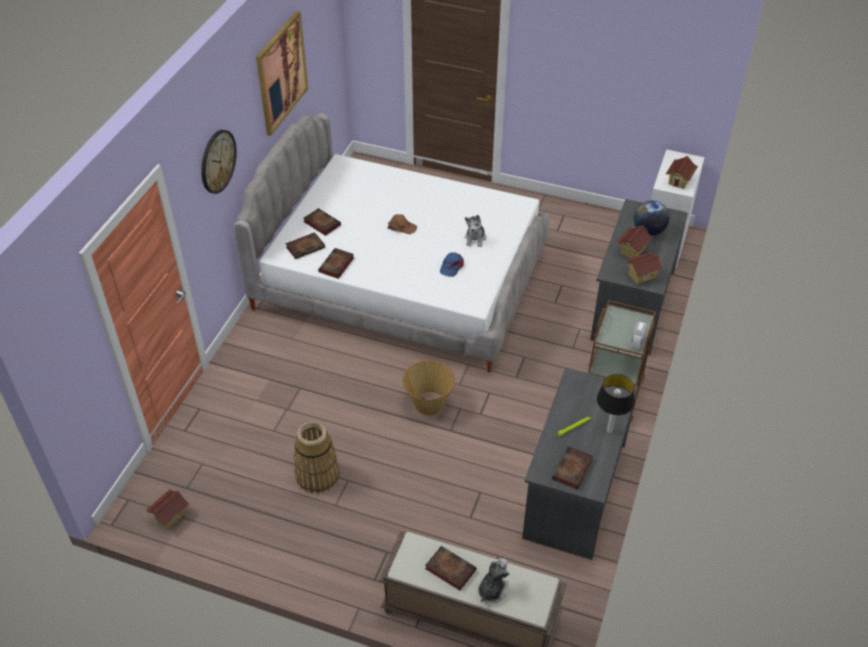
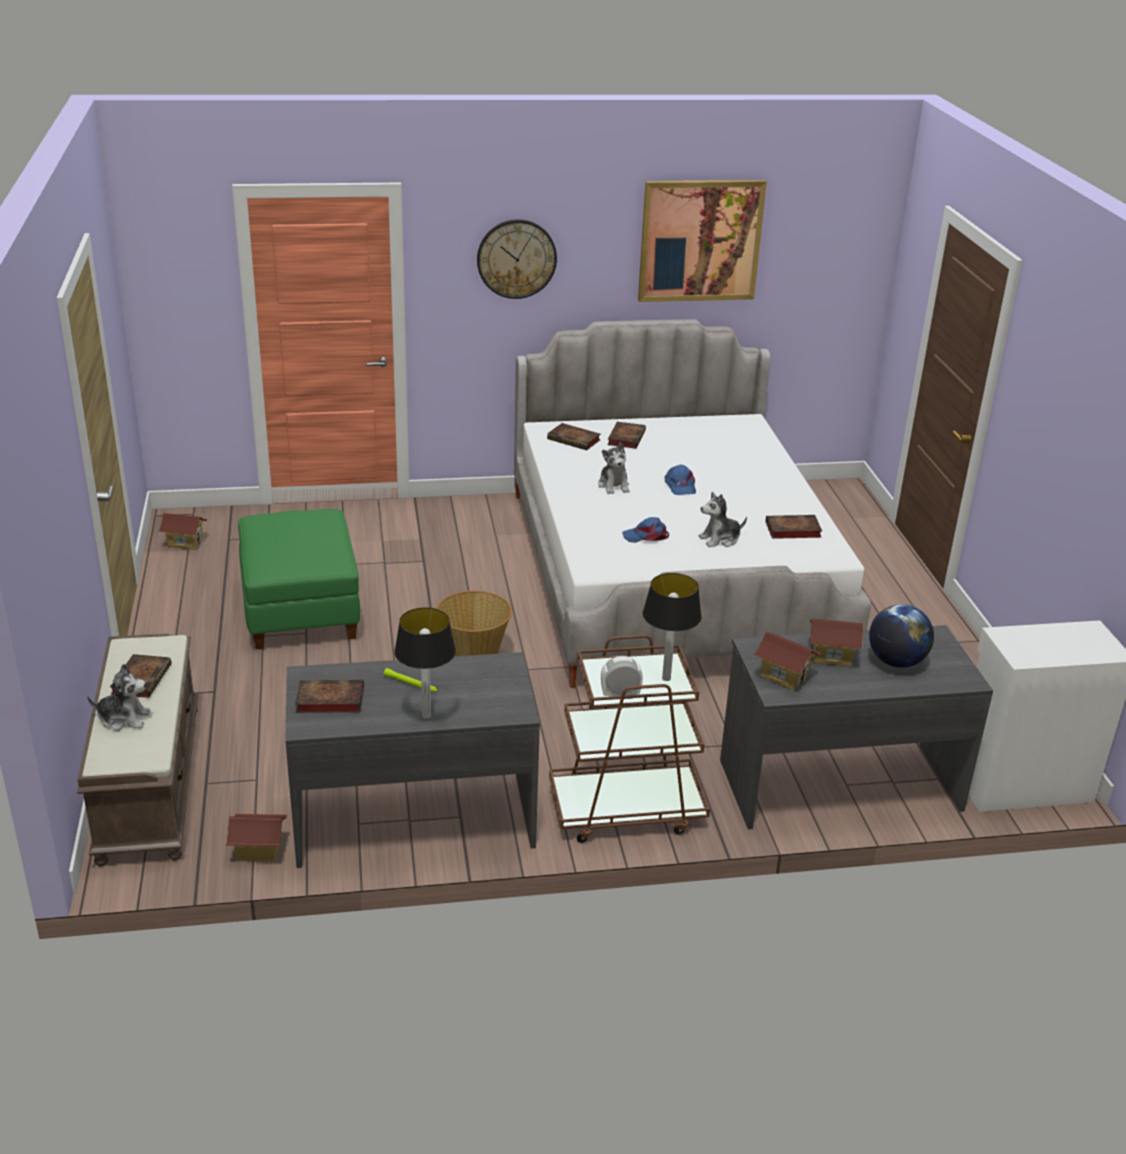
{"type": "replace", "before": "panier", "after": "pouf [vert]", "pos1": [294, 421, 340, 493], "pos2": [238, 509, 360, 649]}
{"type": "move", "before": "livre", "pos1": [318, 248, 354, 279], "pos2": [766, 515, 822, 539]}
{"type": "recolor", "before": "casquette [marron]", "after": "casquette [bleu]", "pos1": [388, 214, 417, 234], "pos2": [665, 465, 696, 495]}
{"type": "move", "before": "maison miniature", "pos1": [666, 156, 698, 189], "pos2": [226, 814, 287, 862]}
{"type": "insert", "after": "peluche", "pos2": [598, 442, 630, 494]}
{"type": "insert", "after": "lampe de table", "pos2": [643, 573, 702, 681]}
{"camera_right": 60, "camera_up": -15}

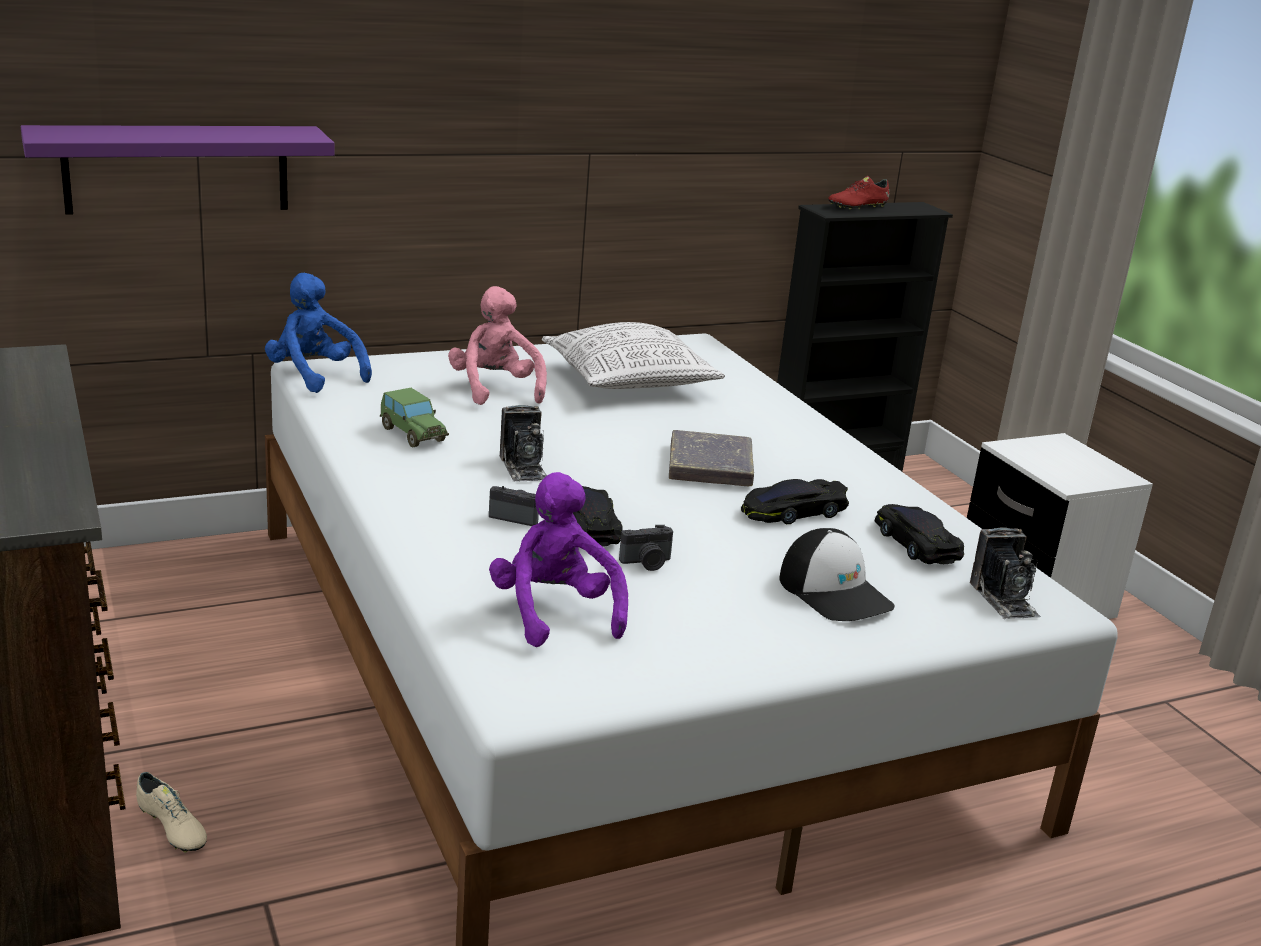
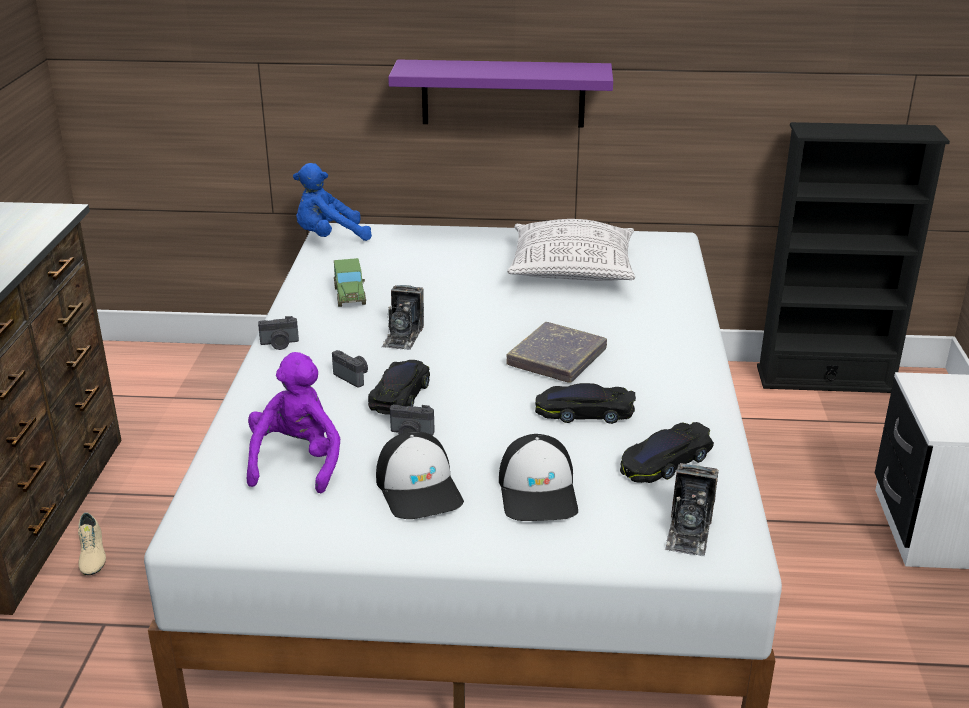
{"type": "move", "before": "étagère [violet]", "pos1": [21, 125, 335, 215], "pos2": [388, 60, 613, 128]}
{"type": "rotate", "before": "peluche [bleu]", "pos1": [265, 273, 372, 393], "pos2": [293, 163, 372, 241], "turn": -90}
{"type": "delete", "before": "peluche [rose]", "pos1": [448, 286, 547, 405]}
{"type": "delete", "before": "chaussure [rouge]", "pos1": [828, 176, 889, 210]}
{"type": "rotate", "before": "petite voiture [noir]", "pos1": [875, 504, 964, 564], "pos2": [620, 422, 714, 483], "turn": -135}
{"type": "insert", "after": "appareil photo", "pos2": [258, 316, 299, 350]}
{"type": "insert", "after": "casquette", "pos2": [376, 431, 464, 519]}
{"camera_right": 30, "camera_up": 5}

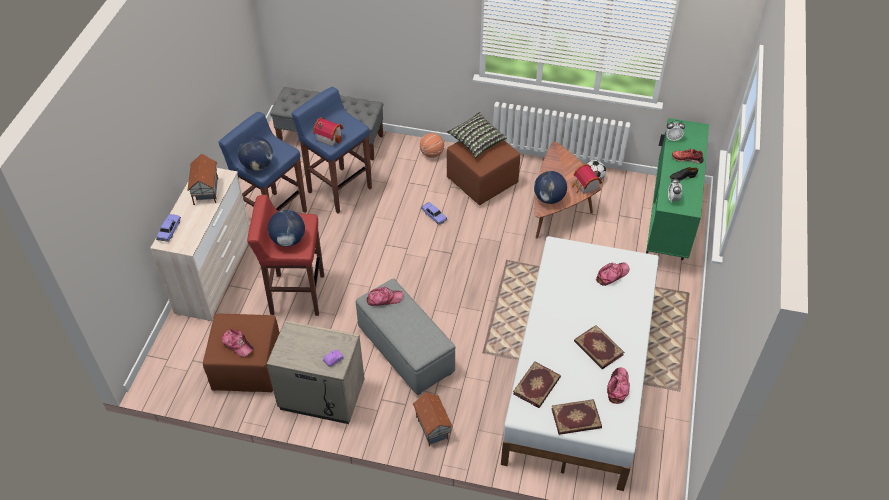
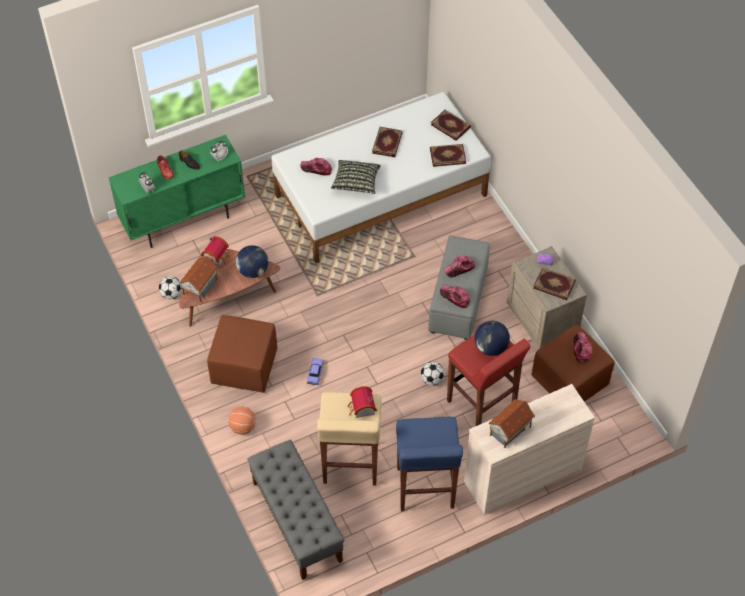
{"type": "delete", "before": "petite voiture", "pos1": [156, 214, 181, 242]}
{"type": "delete", "before": "globe", "pos1": [238, 136, 273, 171]}
{"type": "recolor", "before": "tabouret [bleu]", "after": "tabouret [beige]", "pos1": [292, 87, 372, 213], "pos2": [317, 392, 381, 486]}
{"type": "move", "before": "maison miniature", "pos1": [413, 392, 453, 446], "pos2": [179, 256, 218, 302]}
{"type": "move", "before": "coussin", "pos1": [447, 112, 507, 158], "pos2": [331, 160, 381, 194]}
{"type": "move", "before": "casquette", "pos1": [607, 367, 630, 404], "pos2": [443, 256, 475, 277]}
{"type": "insert", "after": "ballon de foot", "pos2": [421, 361, 445, 386]}
{"type": "insert", "after": "livre", "pos2": [533, 268, 576, 300]}
{"camera_right": -130, "camera_up": 5}

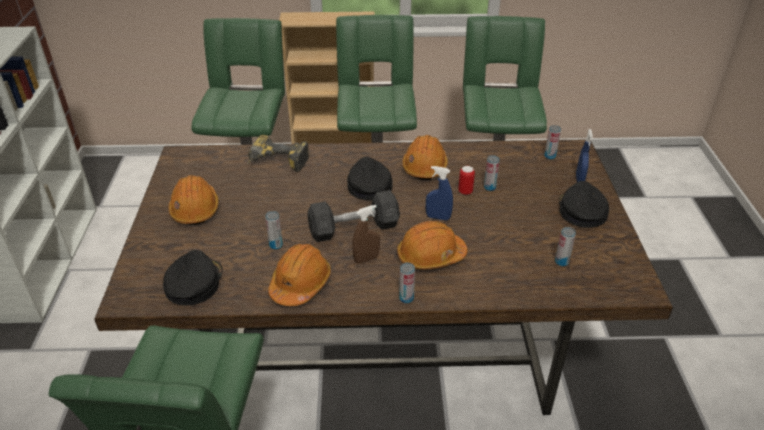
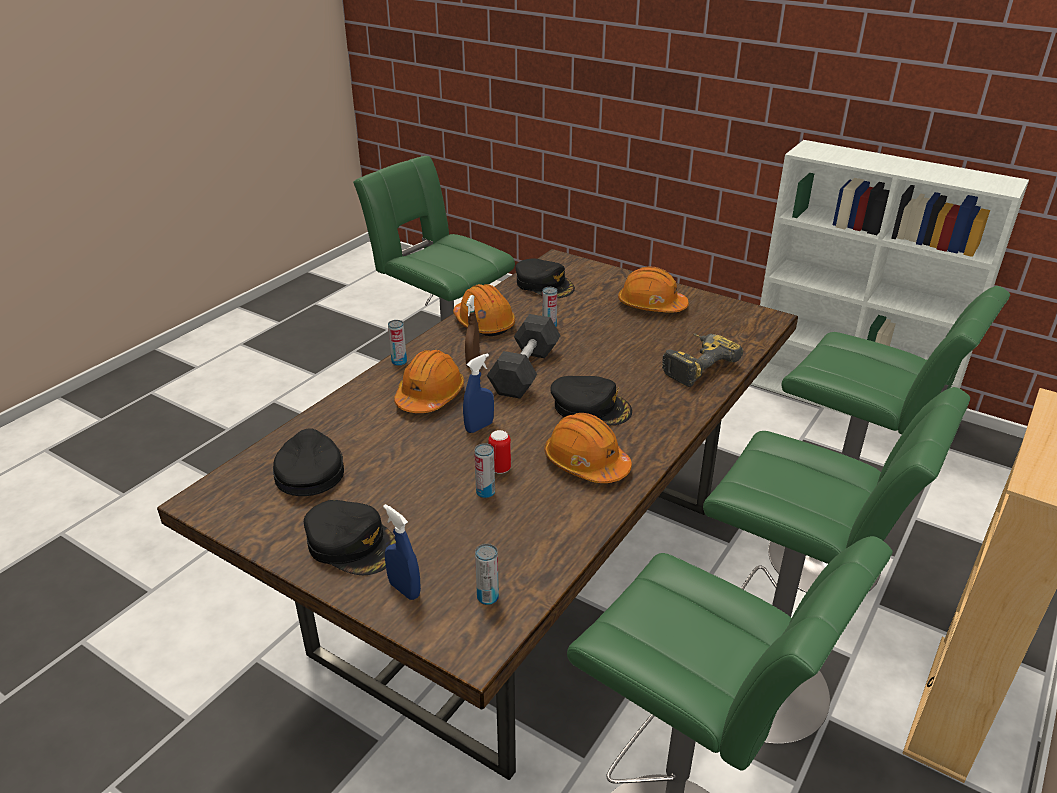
{"type": "replace", "before": "boîte métallique", "after": "casquette [noir]", "pos1": [555, 227, 576, 266], "pos2": [273, 428, 344, 496]}
{"camera_right": 125, "camera_up": -5}

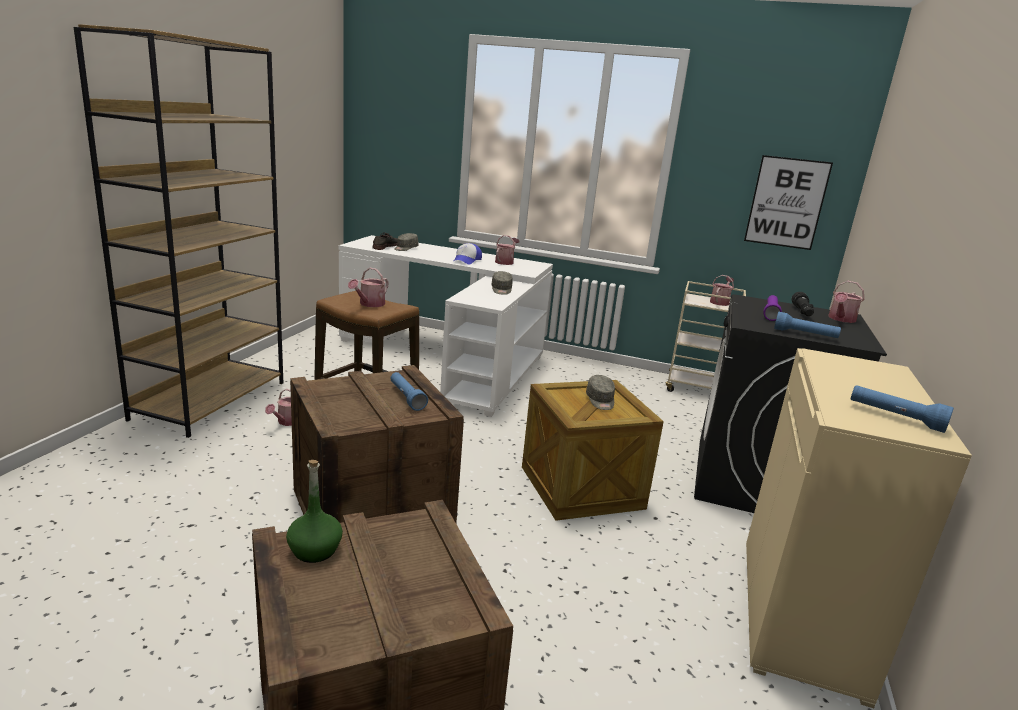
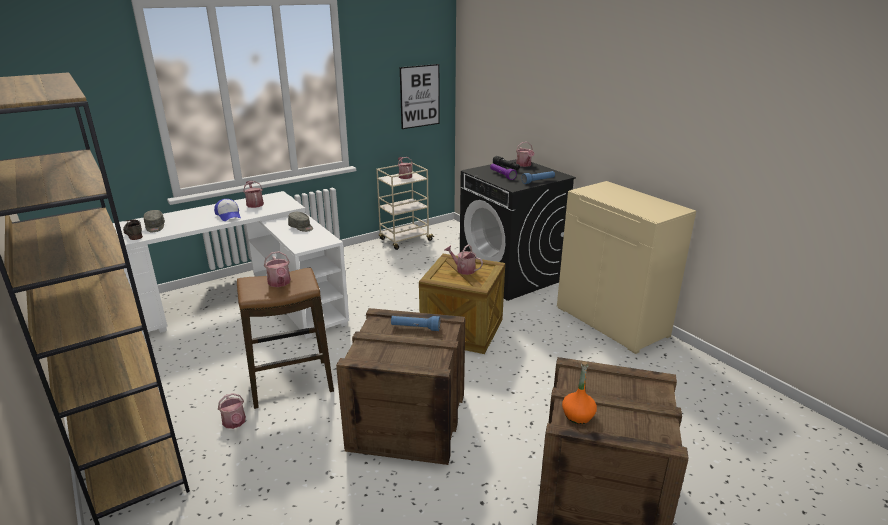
{"type": "recolor", "before": "bouteille [vert]", "after": "bouteille [orange]", "pos1": [286, 460, 343, 563], "pos2": [562, 362, 597, 424]}
{"type": "replace", "before": "casquette [gris]", "after": "arrosoir", "pos1": [586, 375, 615, 410], "pos2": [445, 245, 483, 275]}
{"type": "delete", "before": "lampe de poche [bleu]", "pos1": [851, 385, 954, 433]}
{"camera_right": -50, "camera_up": 5}

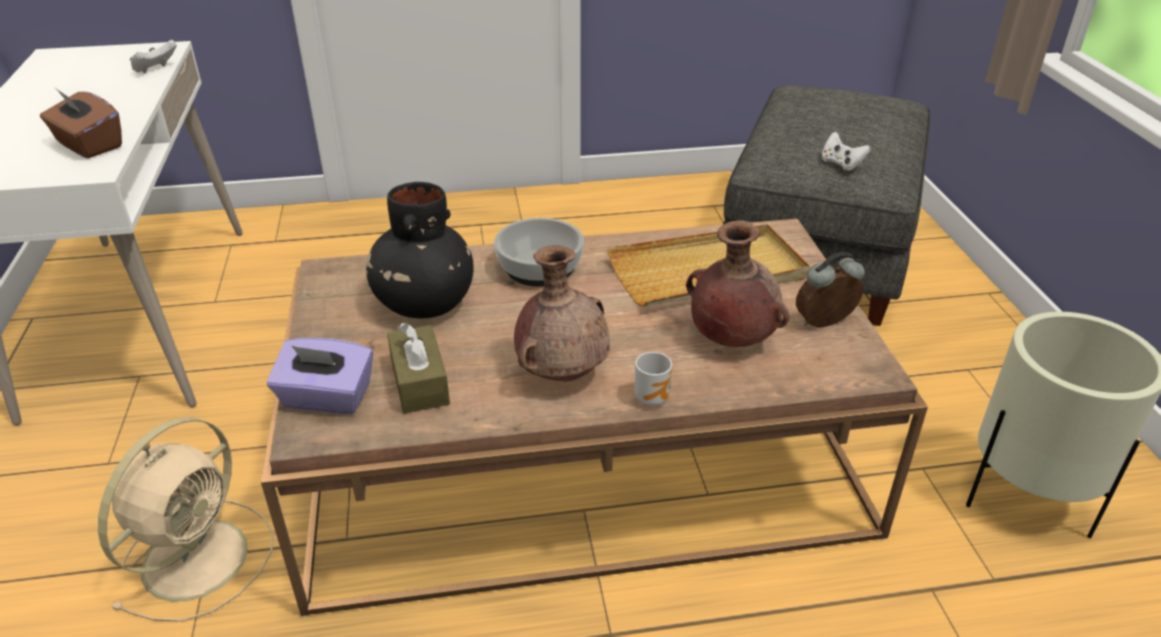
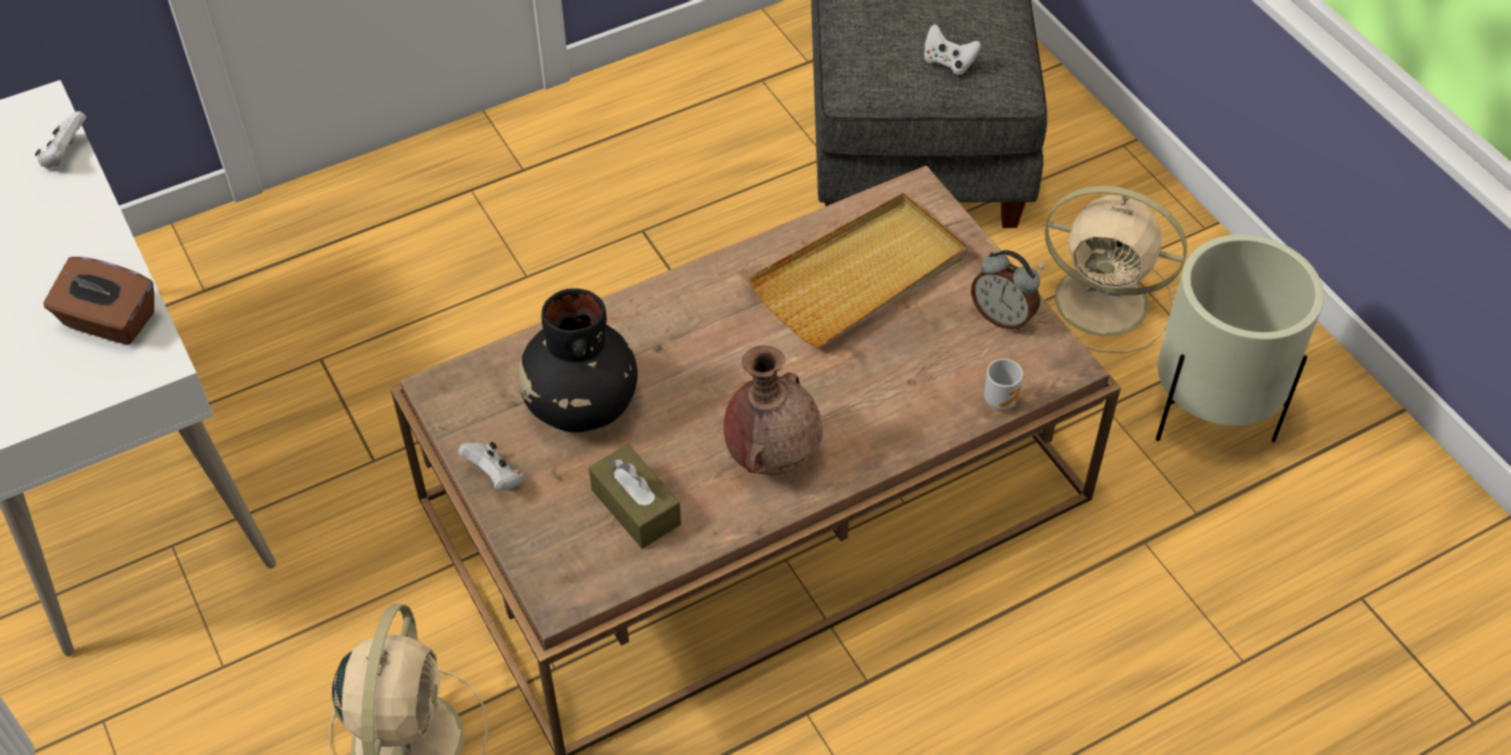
{"type": "delete", "before": "boîte à mouchoirs [violet]", "pos1": [267, 338, 373, 414]}
{"type": "delete", "before": "bol", "pos1": [494, 218, 584, 287]}
{"type": "move", "before": "mug", "pos1": [635, 352, 672, 406], "pos2": [984, 359, 1023, 410]}
{"type": "delete", "before": "vase [marron]", "pos1": [686, 221, 790, 347]}
{"type": "rotate", "before": "réveil", "pos1": [796, 252, 865, 327], "pos2": [971, 250, 1040, 331], "turn": -105}
{"type": "insert", "after": "manette [blanc]", "pos2": [458, 442, 524, 490]}
{"type": "insert", "after": "ventilateur [beige]", "pos2": [1038, 186, 1187, 353]}
{"camera_right": -20, "camera_up": 15}

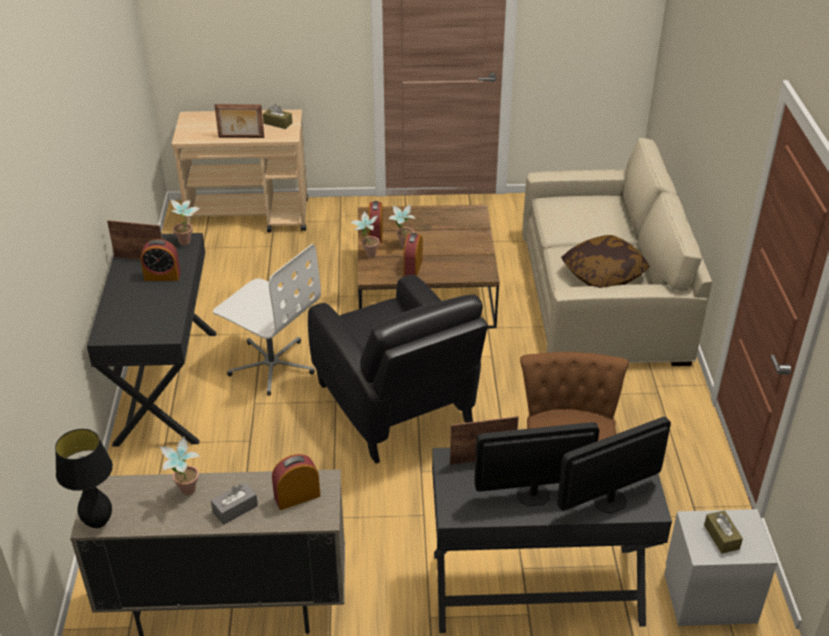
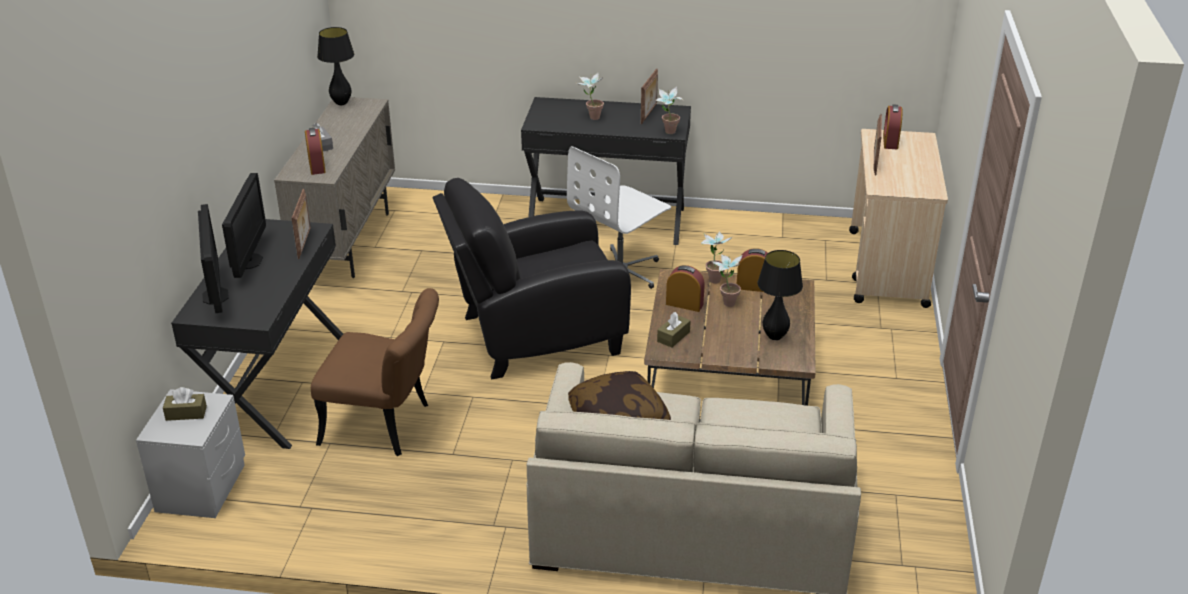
{"type": "move", "before": "réveil", "pos1": [141, 239, 181, 281], "pos2": [883, 105, 903, 149]}
{"type": "move", "before": "plante en pot", "pos1": [160, 437, 201, 495], "pos2": [576, 72, 604, 120]}
{"type": "move", "before": "boîte à mouchoirs [marron]", "pos1": [263, 104, 292, 129], "pos2": [657, 312, 691, 348]}
{"type": "insert", "after": "lampe de table [noir]", "pos2": [757, 250, 803, 340]}
{"camera_right": 100, "camera_up": -5}

